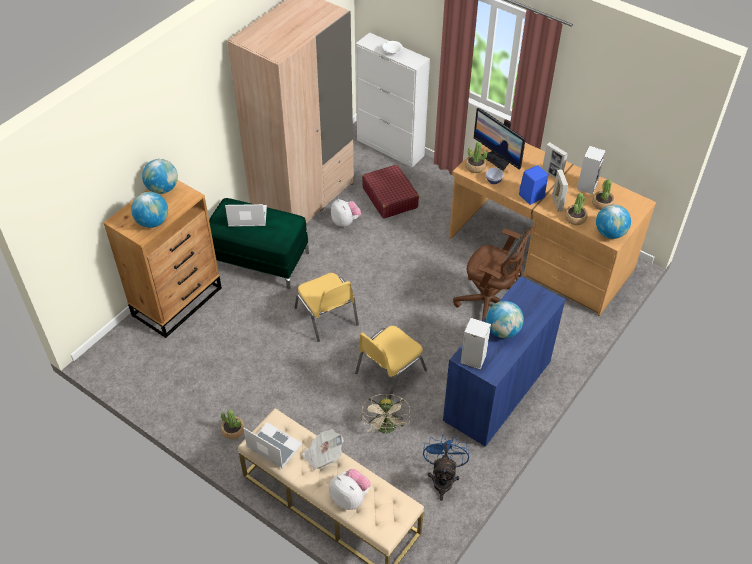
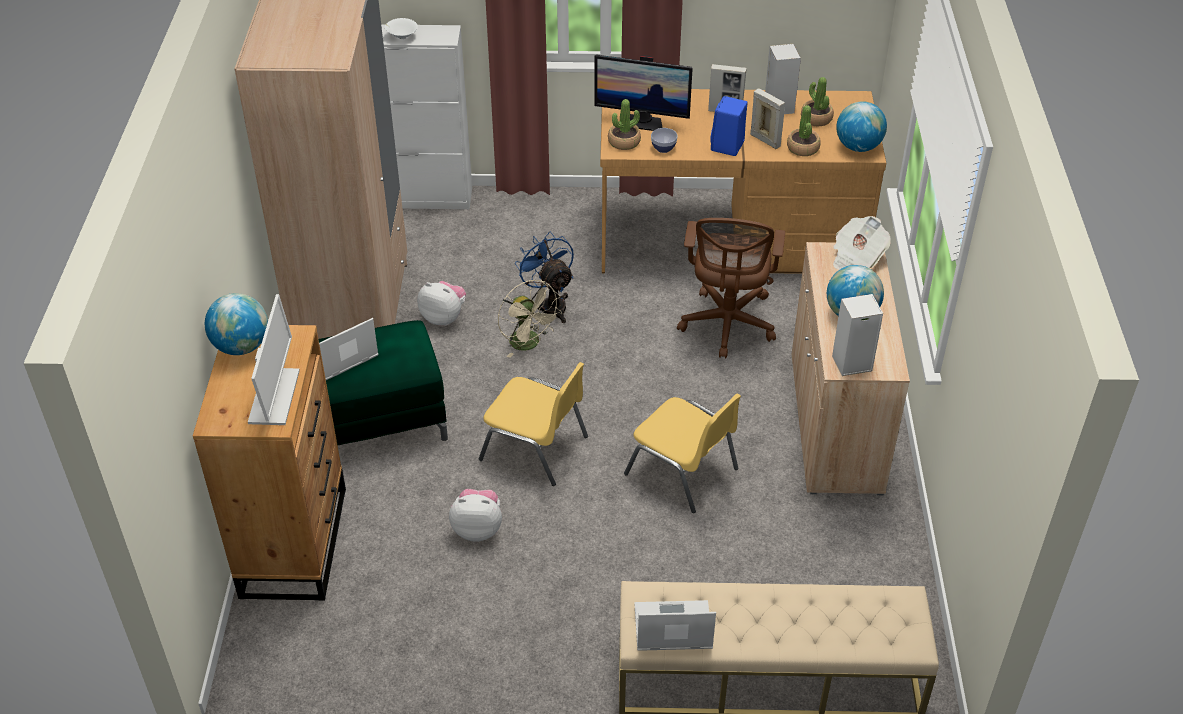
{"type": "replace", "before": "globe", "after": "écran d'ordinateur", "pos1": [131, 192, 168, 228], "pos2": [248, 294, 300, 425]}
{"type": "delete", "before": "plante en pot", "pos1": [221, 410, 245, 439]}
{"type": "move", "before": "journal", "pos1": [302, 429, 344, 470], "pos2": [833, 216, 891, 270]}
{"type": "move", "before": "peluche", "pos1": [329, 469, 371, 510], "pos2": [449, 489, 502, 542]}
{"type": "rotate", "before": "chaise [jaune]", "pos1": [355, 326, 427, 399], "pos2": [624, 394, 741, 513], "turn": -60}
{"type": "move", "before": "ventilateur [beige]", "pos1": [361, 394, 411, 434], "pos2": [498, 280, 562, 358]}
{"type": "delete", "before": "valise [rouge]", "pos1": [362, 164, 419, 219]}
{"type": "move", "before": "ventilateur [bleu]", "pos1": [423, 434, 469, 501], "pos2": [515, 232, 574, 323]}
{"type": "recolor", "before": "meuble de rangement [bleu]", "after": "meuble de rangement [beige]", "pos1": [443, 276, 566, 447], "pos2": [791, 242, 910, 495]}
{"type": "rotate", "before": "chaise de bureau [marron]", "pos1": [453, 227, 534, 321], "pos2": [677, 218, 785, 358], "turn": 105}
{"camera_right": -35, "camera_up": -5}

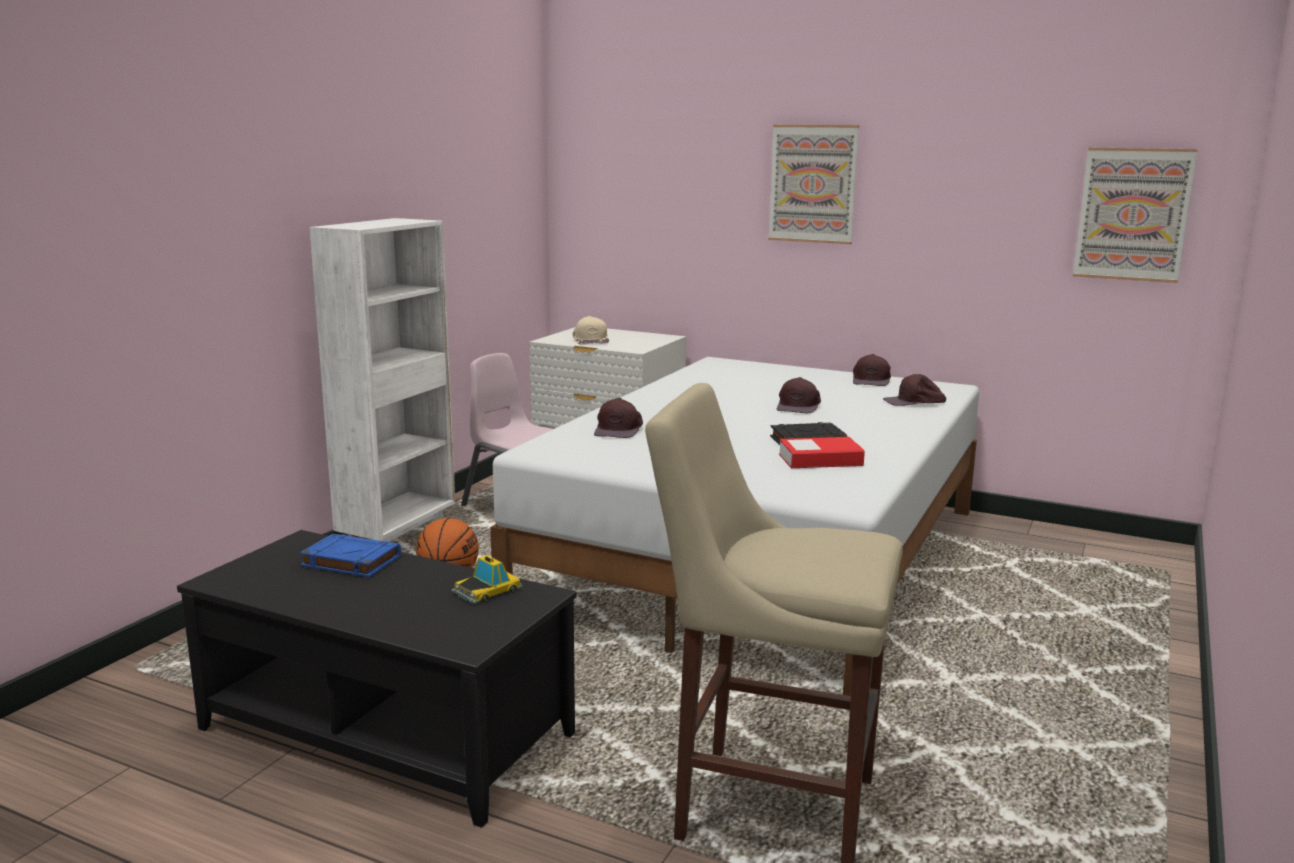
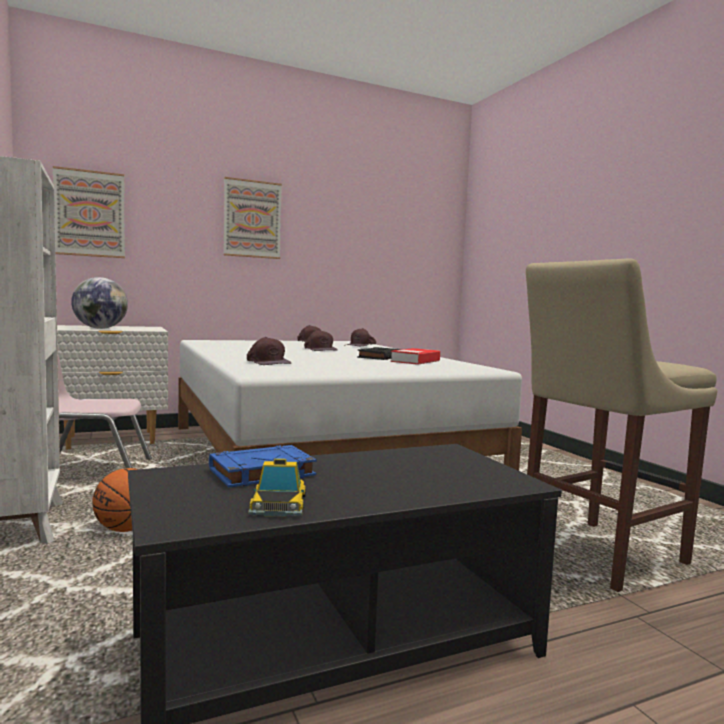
{"type": "move", "before": "petite voiture", "pos1": [451, 555, 523, 604], "pos2": [248, 459, 306, 517]}
{"type": "replace", "before": "casquette [beige]", "after": "globe", "pos1": [573, 316, 609, 344], "pos2": [71, 277, 128, 329]}
{"type": "move", "before": "tableau", "pos1": [1073, 147, 1198, 283], "pos2": [53, 166, 125, 258]}
{"camera_right": -50, "camera_up": -10}

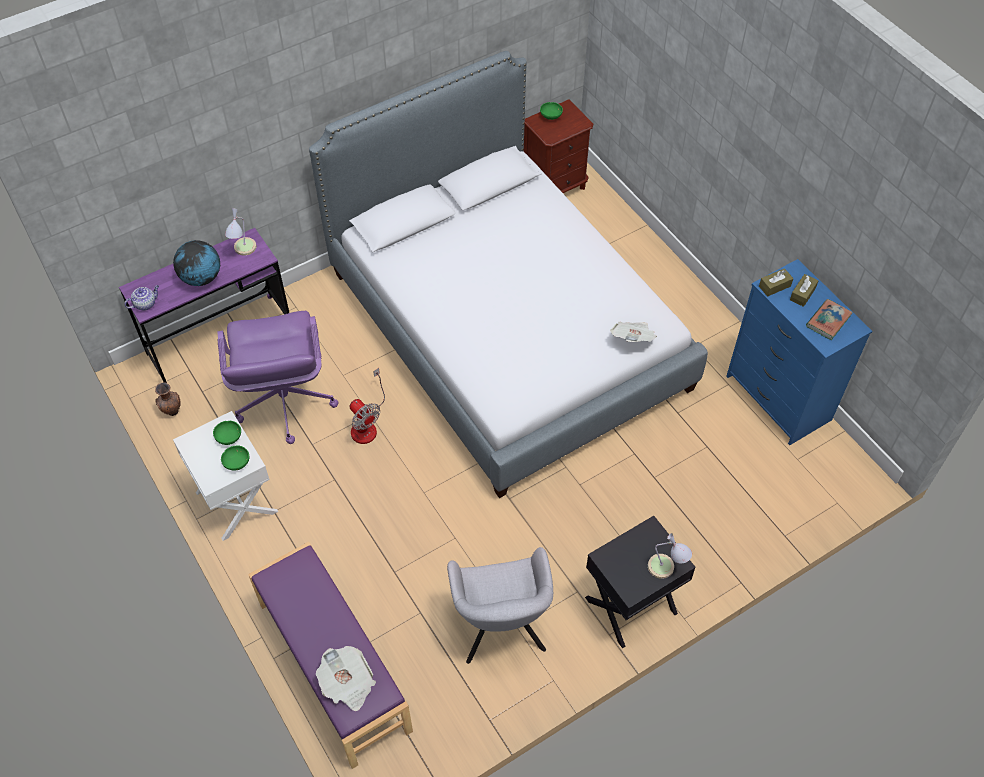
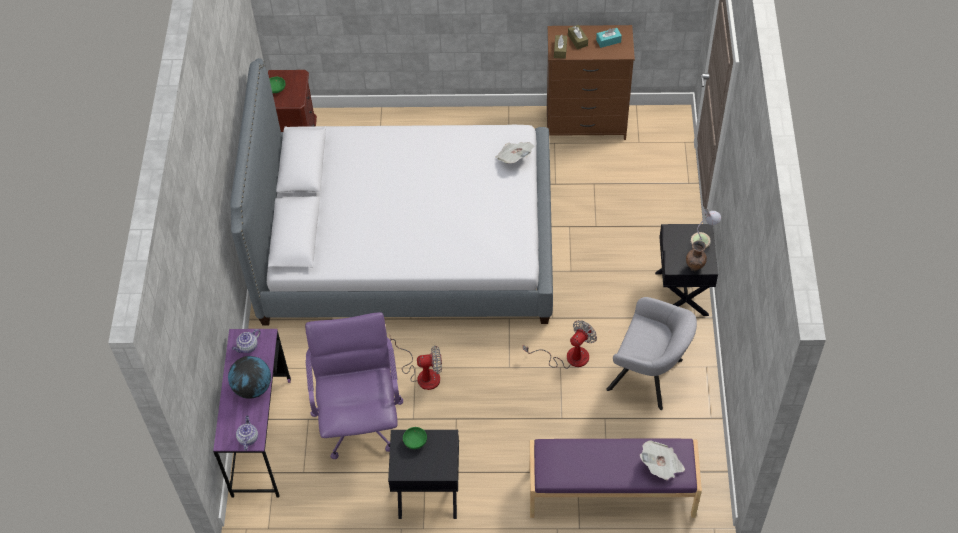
{"type": "move", "before": "vase [marron]", "pos1": [155, 383, 181, 416], "pos2": [686, 240, 707, 271]}
{"type": "recolor", "before": "table de chevet [blanc]", "after": "table de chevet [noir]", "pos1": [173, 411, 278, 541], "pos2": [388, 430, 459, 519]}
{"type": "rotate", "before": "chaise de bureau [violet]", "pos1": [217, 311, 338, 444], "pos2": [305, 312, 403, 459], "turn": -120}
{"type": "delete", "before": "bol [vert]", "pos1": [221, 445, 249, 471]}
{"type": "replace", "before": "lampe de table", "after": "théière", "pos1": [225, 208, 257, 256], "pos2": [232, 329, 261, 353]}
{"type": "recolor", "before": "commode [bleu]", "after": "commode [marron]", "pos1": [726, 259, 872, 445], "pos2": [547, 25, 635, 140]}
{"type": "replace", "before": "livre", "after": "boîte à mouchoirs [turquoise]", "pos1": [806, 299, 853, 340], "pos2": [596, 28, 622, 48]}
{"type": "insert", "after": "ventilateur", "pos2": [523, 320, 597, 369]}
{"camera_right": -55, "camera_up": 0}

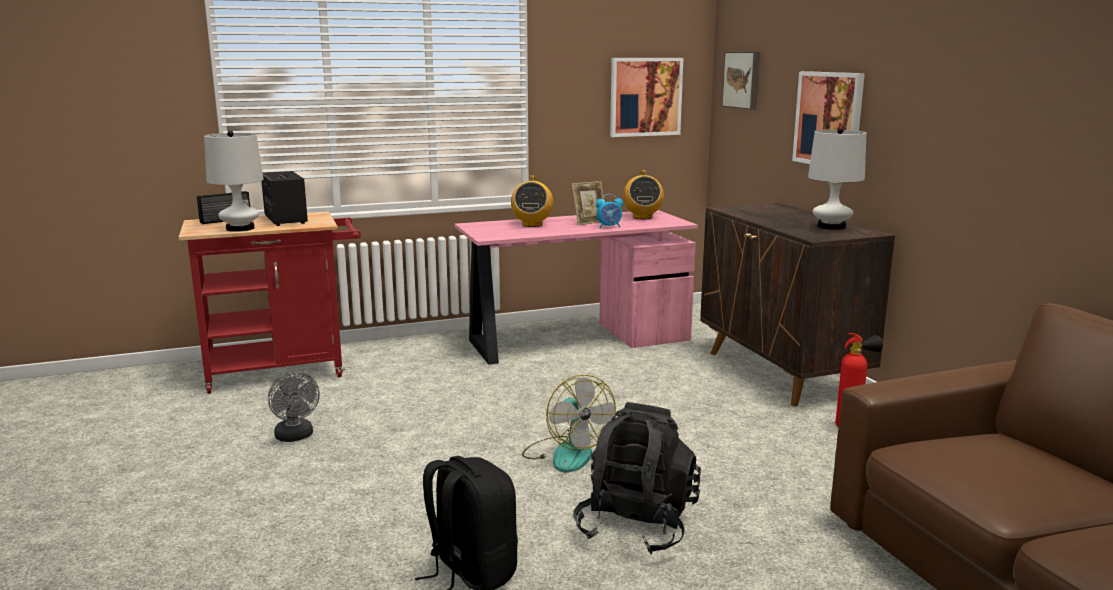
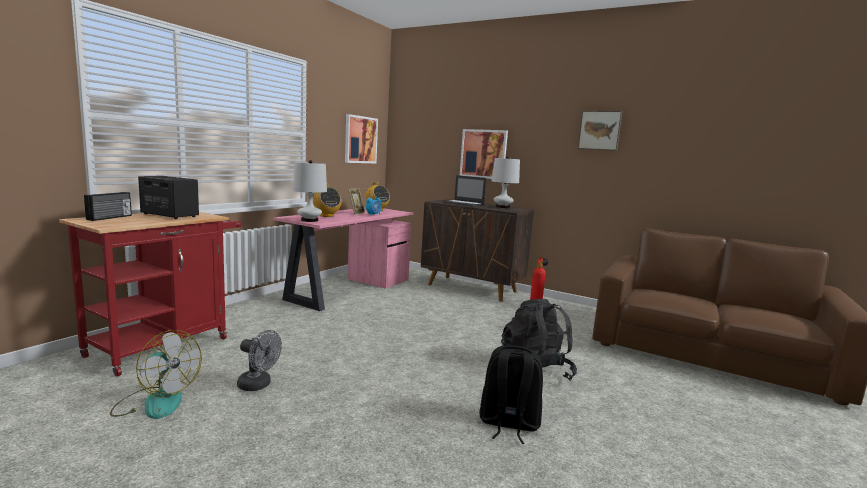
{"type": "move", "before": "lampe de table [blanc]", "pos1": [204, 131, 264, 232], "pos2": [293, 160, 327, 222]}
{"type": "move", "before": "ventilateur", "pos1": [522, 375, 616, 472], "pos2": [110, 330, 202, 419]}
{"type": "move", "before": "tableau", "pos1": [722, 52, 760, 110], "pos2": [578, 111, 622, 151]}
{"type": "insert", "after": "ordinateur portable", "pos2": [442, 175, 486, 207]}
{"camera_right": -40, "camera_up": -5}

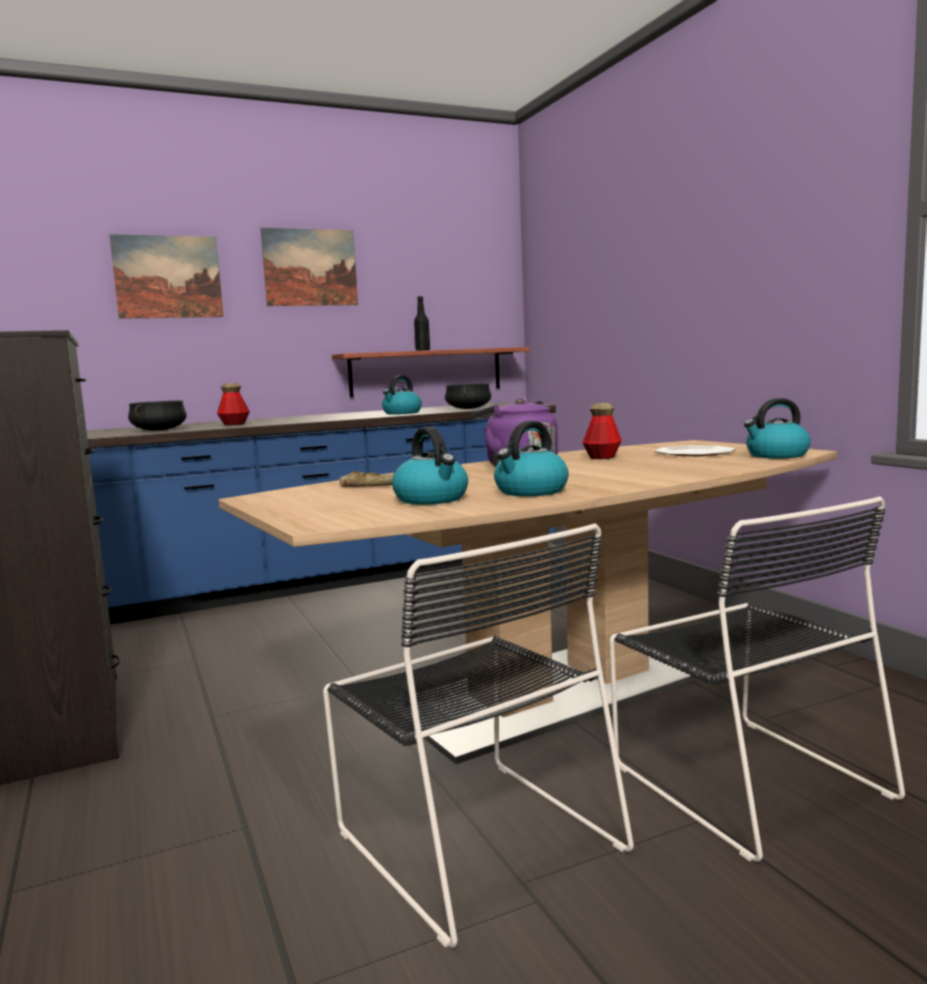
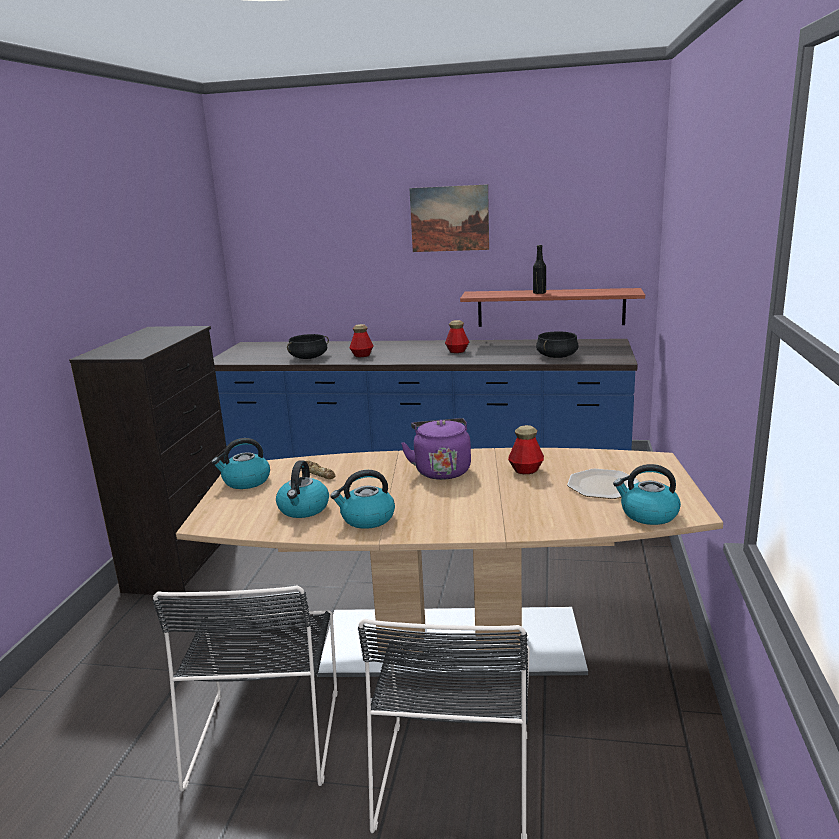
{"type": "delete", "before": "tableau", "pos1": [109, 234, 224, 319]}
{"type": "move", "before": "bouilloire", "pos1": [382, 375, 422, 415], "pos2": [212, 438, 270, 489]}
{"type": "insert", "after": "bouteille", "pos2": [445, 320, 469, 353]}
{"camera_right": 35, "camera_up": 10}

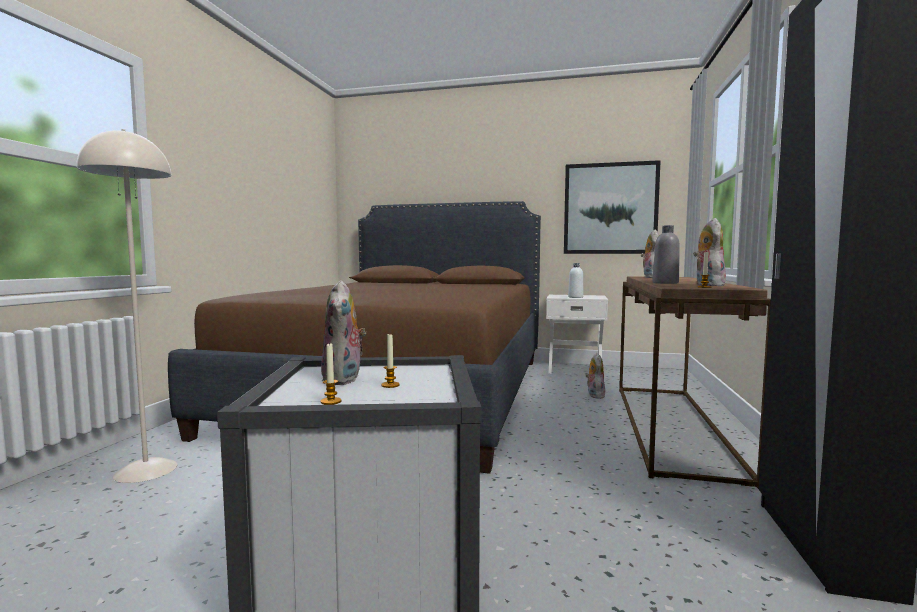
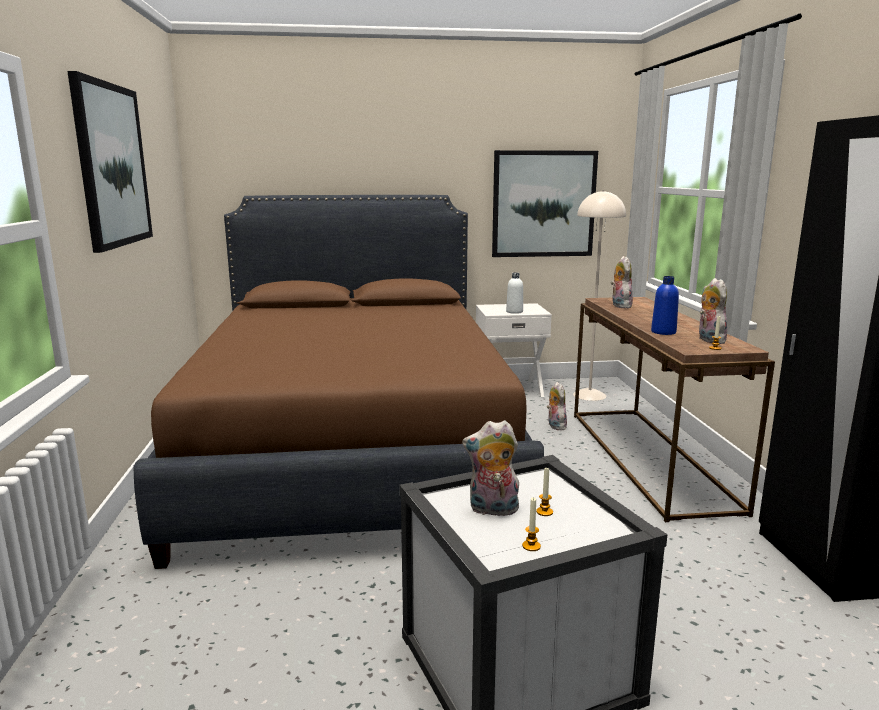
{"type": "move", "before": "lampadaire [beige]", "pos1": [76, 129, 177, 483], "pos2": [573, 190, 626, 401]}
{"type": "rotate", "before": "peluche", "pos1": [321, 280, 366, 385], "pos2": [462, 420, 519, 516], "turn": 120}
{"type": "recolor", "before": "bouteille [gris]", "after": "bouteille [bleu]", "pos1": [652, 225, 680, 284], "pos2": [651, 276, 679, 335]}
{"type": "insert", "after": "tableau", "pos2": [67, 71, 153, 253]}
{"camera_right": -20, "camera_up": 10}

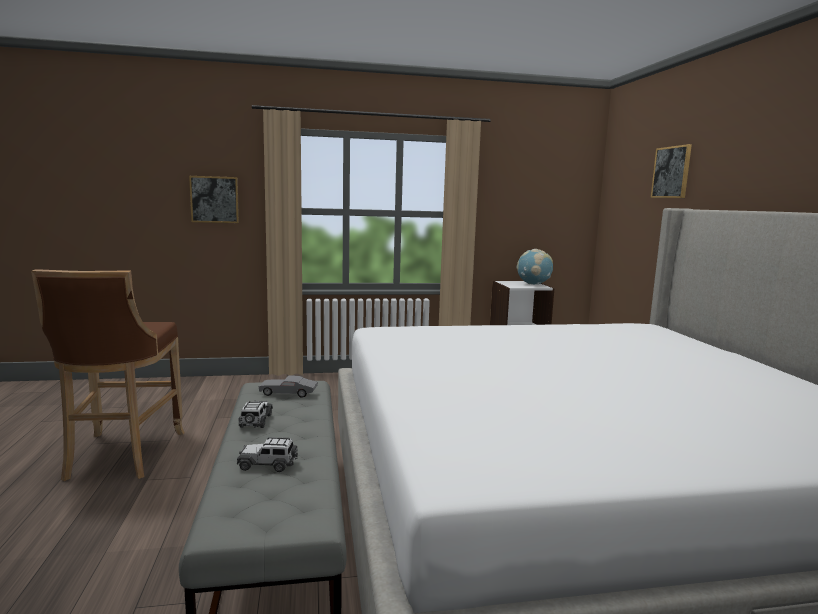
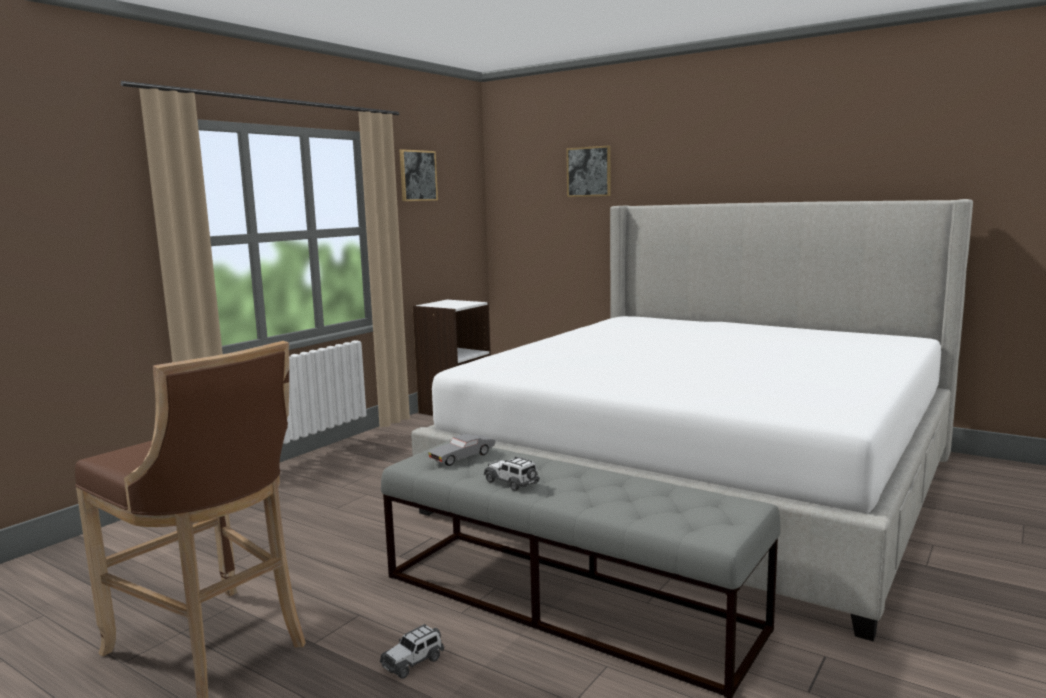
{"type": "move", "before": "tableau", "pos1": [189, 176, 239, 223], "pos2": [400, 149, 438, 201]}
{"type": "move", "before": "petite voiture", "pos1": [237, 437, 298, 472], "pos2": [380, 624, 444, 679]}
{"type": "delete", "before": "globe", "pos1": [517, 249, 553, 284]}
{"camera_right": -45, "camera_up": 0}

